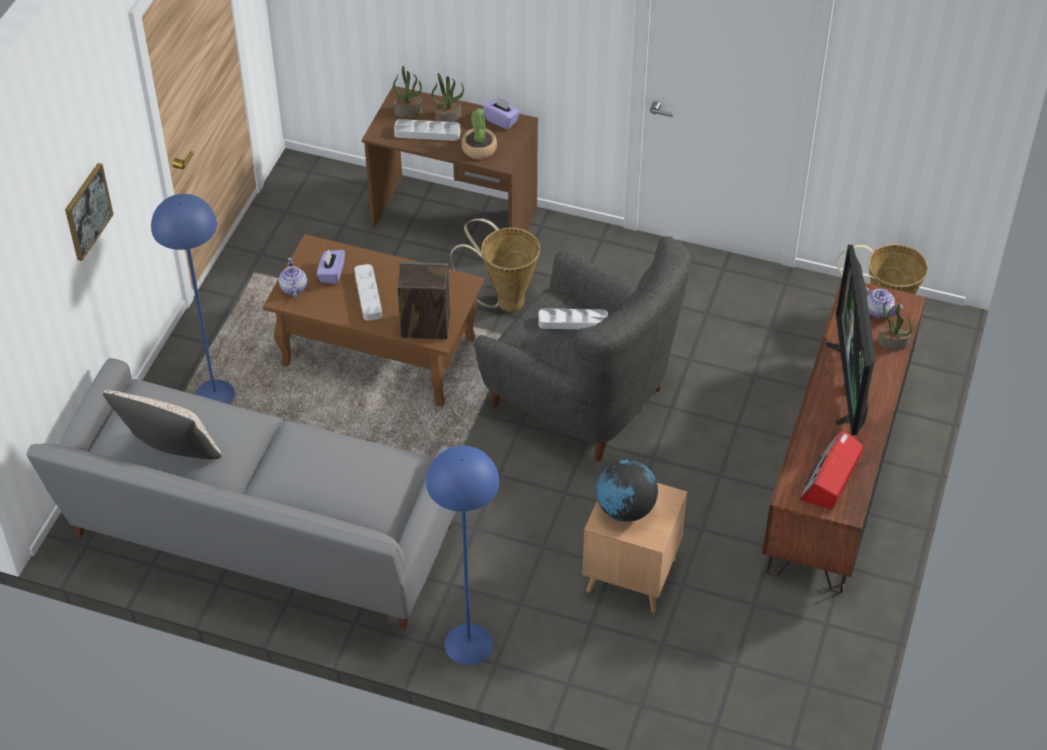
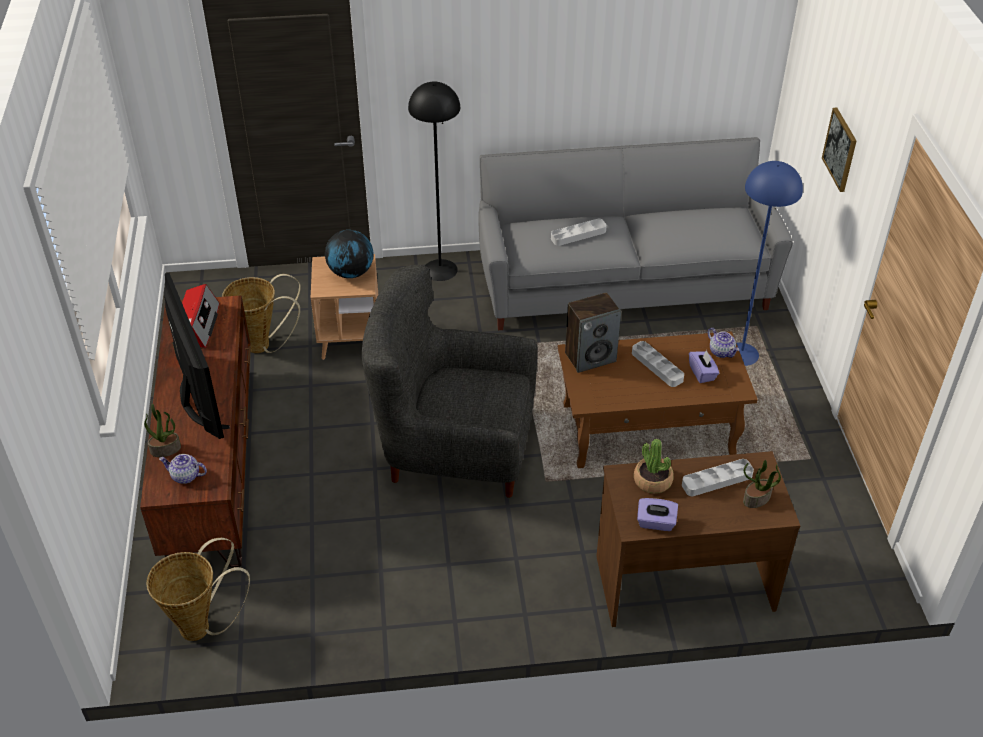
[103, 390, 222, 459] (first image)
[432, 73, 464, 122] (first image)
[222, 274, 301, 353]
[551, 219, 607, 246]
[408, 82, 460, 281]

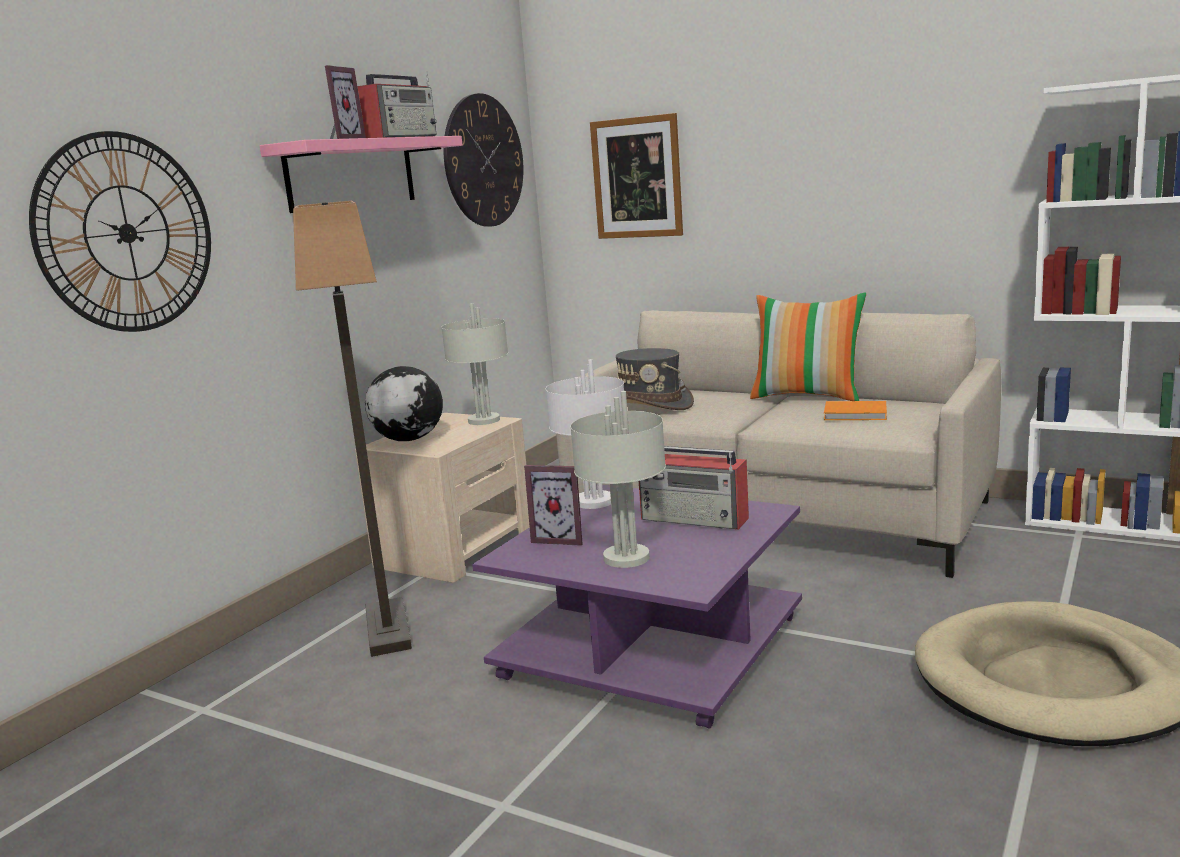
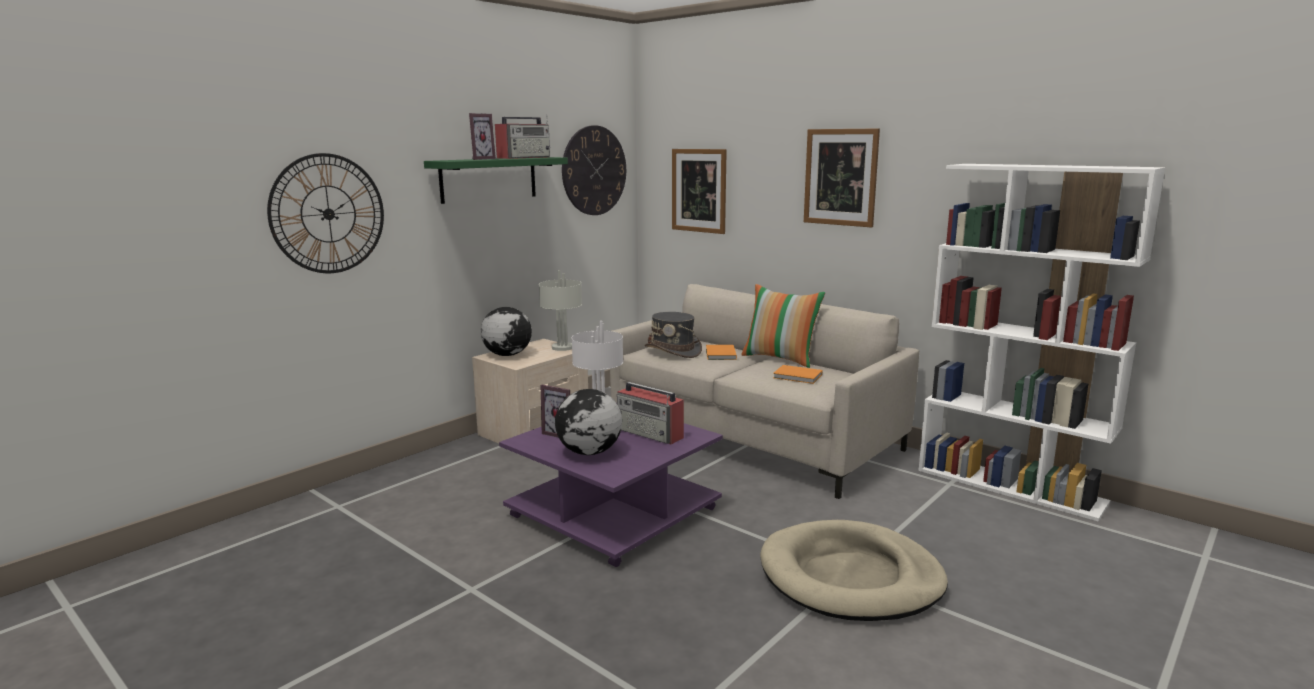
[293, 201, 412, 657] (first image)
[706, 345, 737, 360]
[804, 128, 880, 228]
[555, 389, 622, 455]
[424, 157, 568, 204]

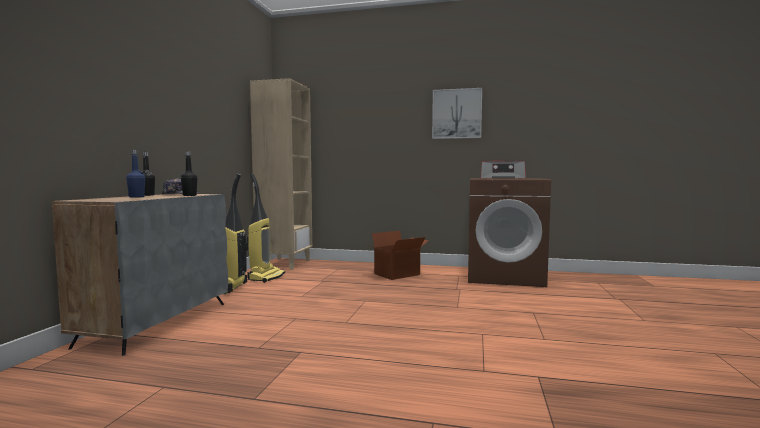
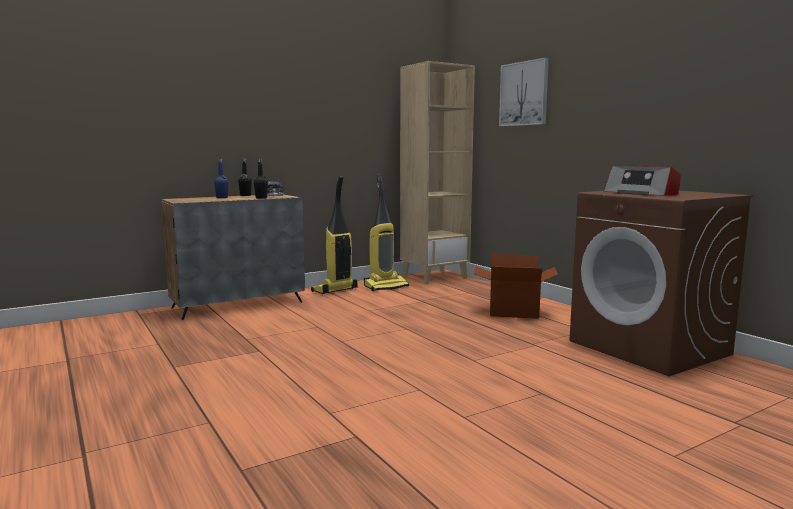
[499, 58, 549, 126]

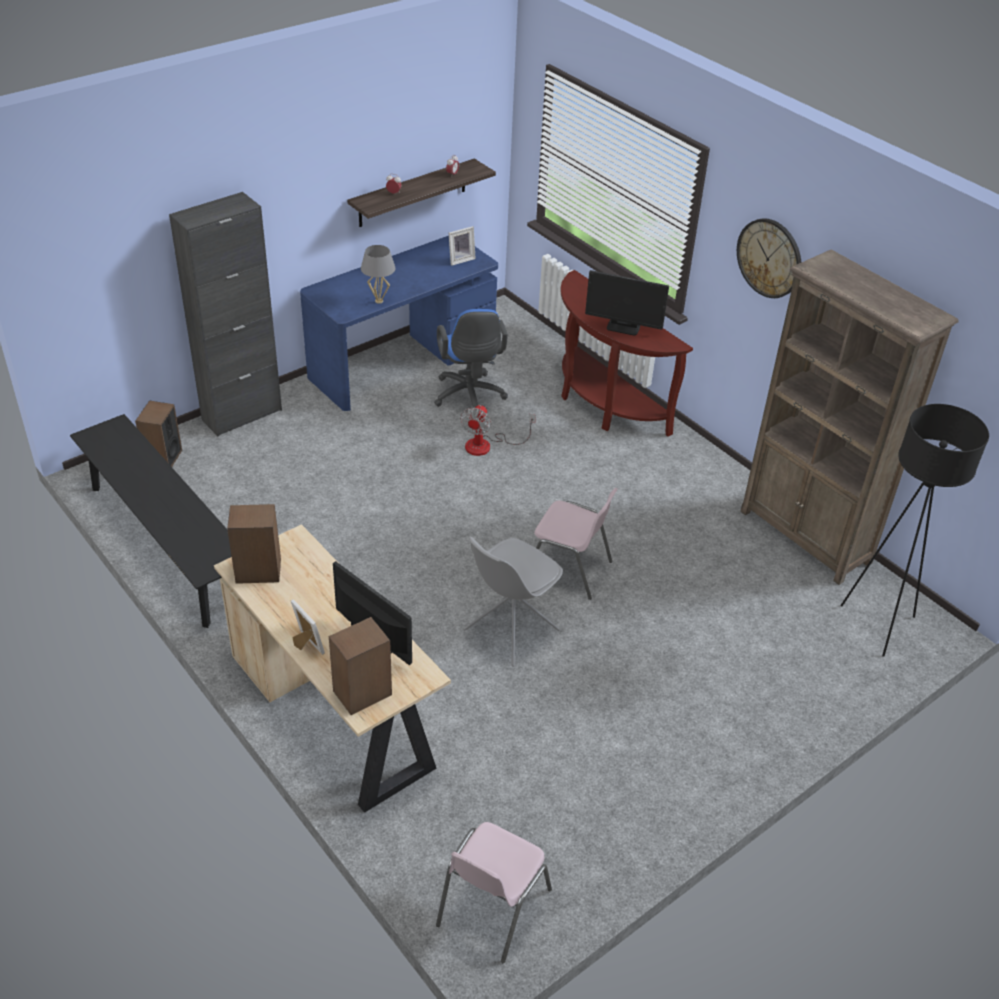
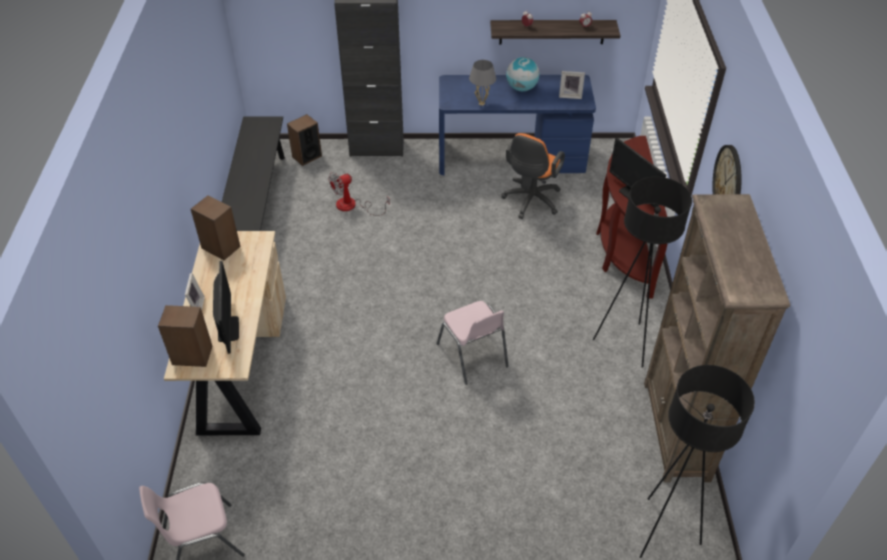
[463, 537, 563, 666] (first image)
[506, 57, 540, 91]
[593, 177, 692, 368]
[328, 172, 390, 216]
[501, 133, 565, 219]

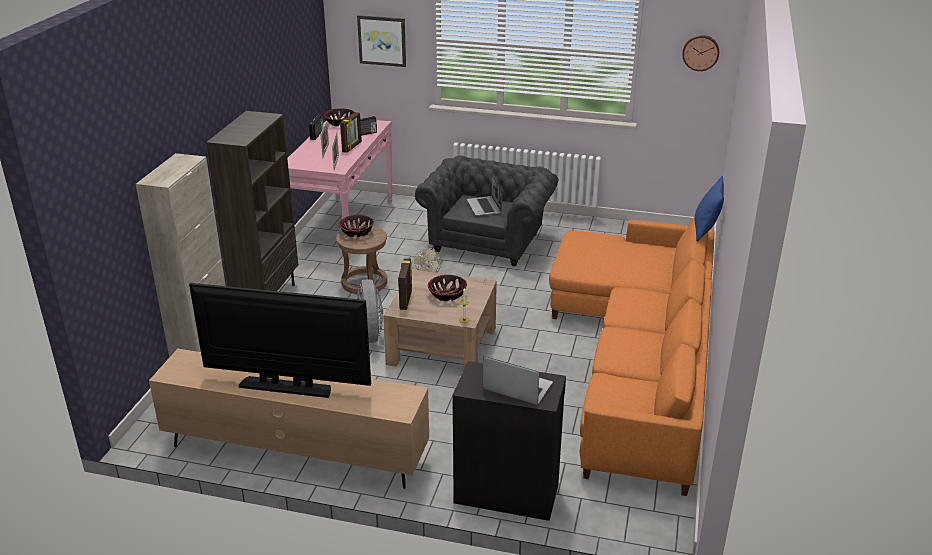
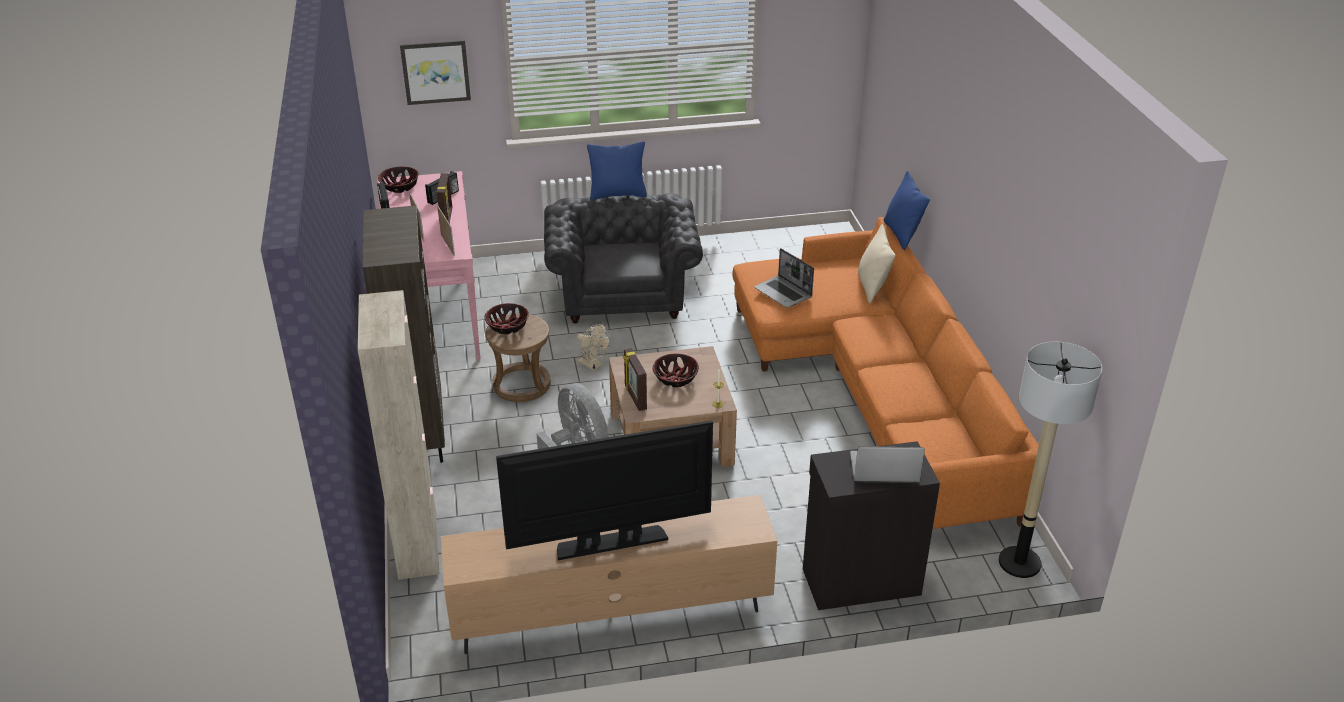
[682, 35, 719, 71] (first image)
[587, 141, 647, 200]
[858, 224, 895, 304]
[999, 342, 1102, 578]
[754, 248, 814, 308]

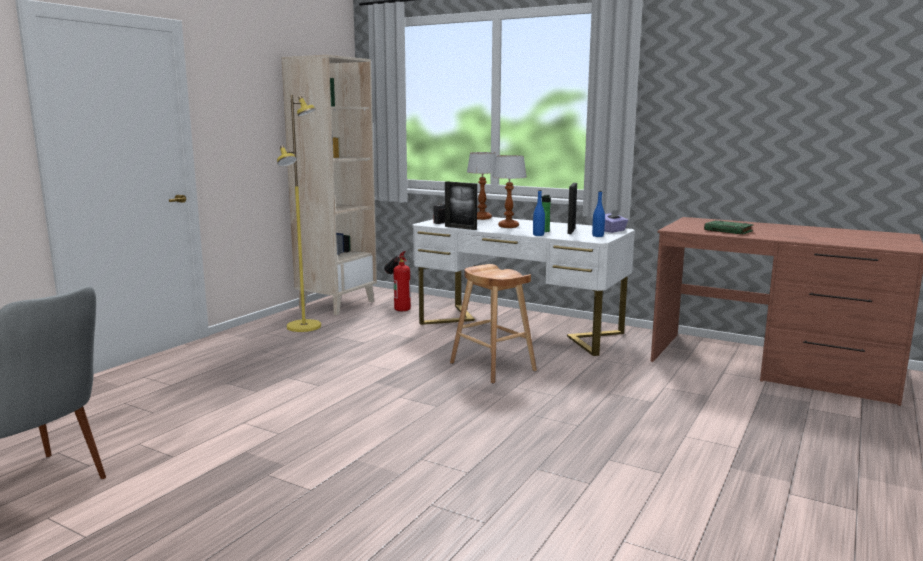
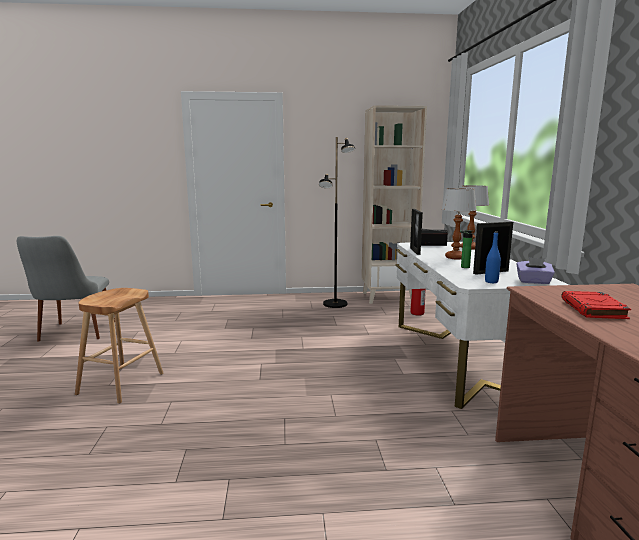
[533, 190, 545, 236] (first image)
[75, 288, 164, 404]
[319, 137, 355, 308]
[561, 291, 631, 319]

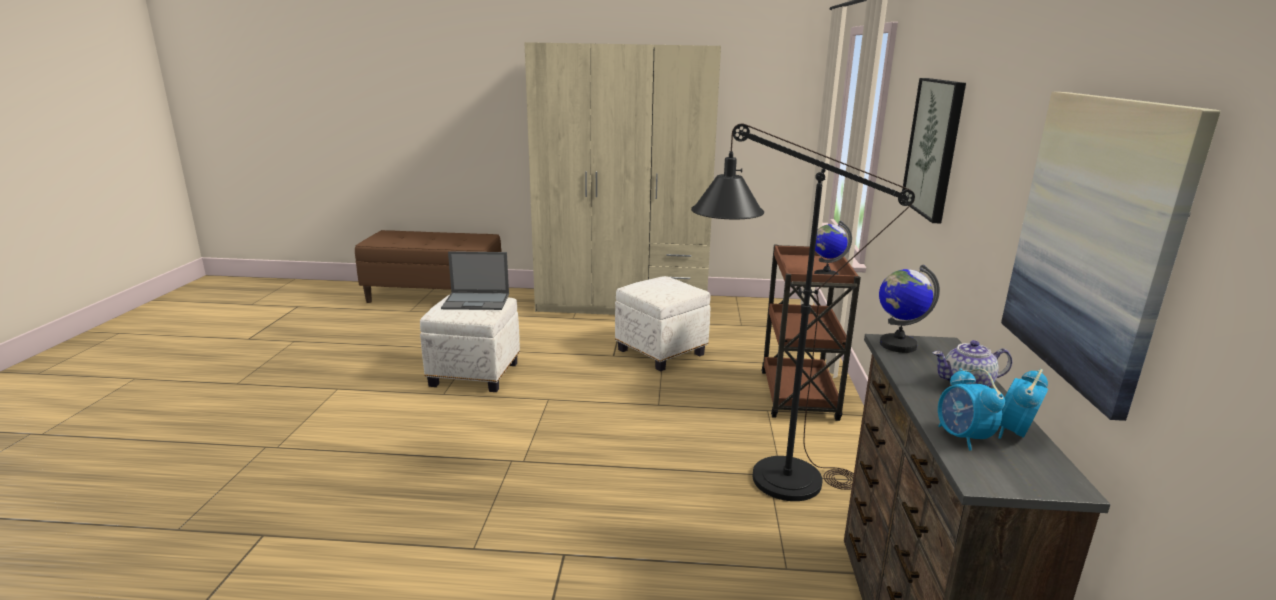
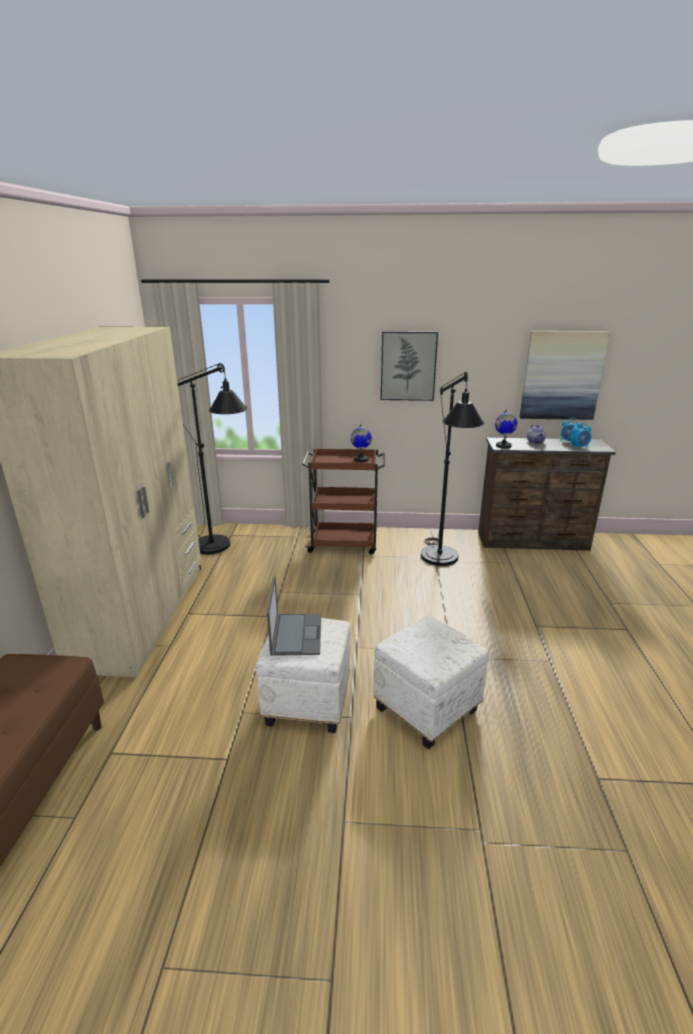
[177, 363, 247, 554]
[373, 616, 489, 749]

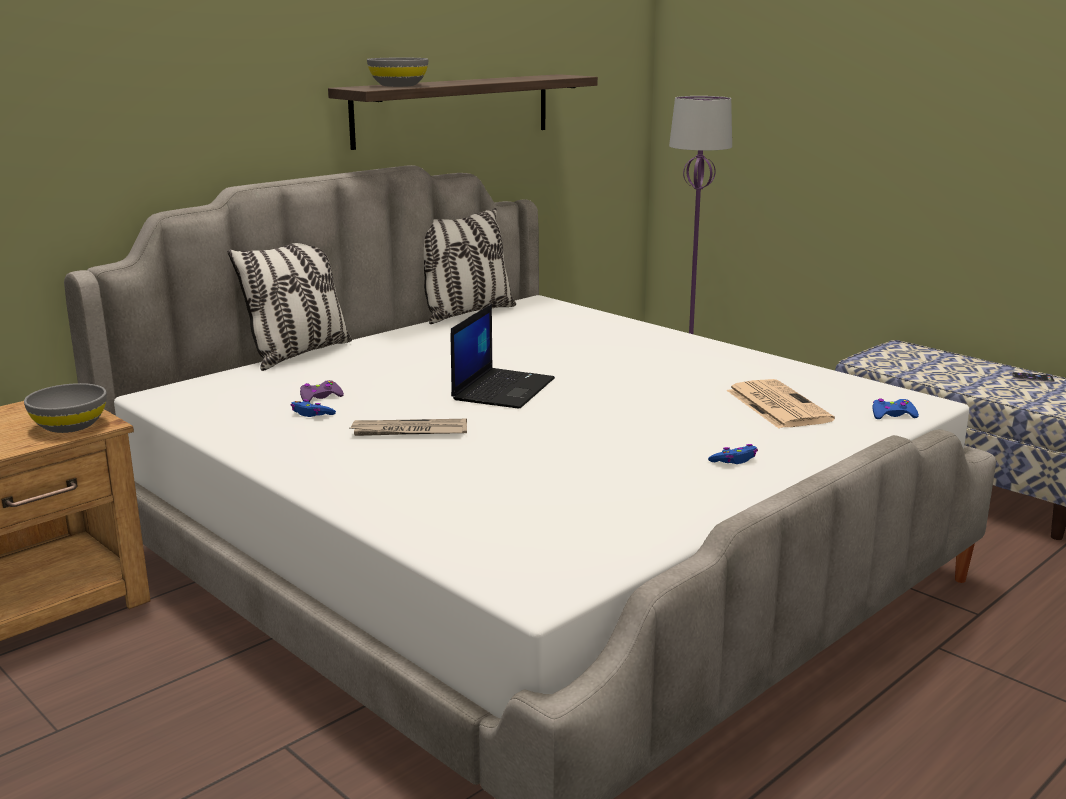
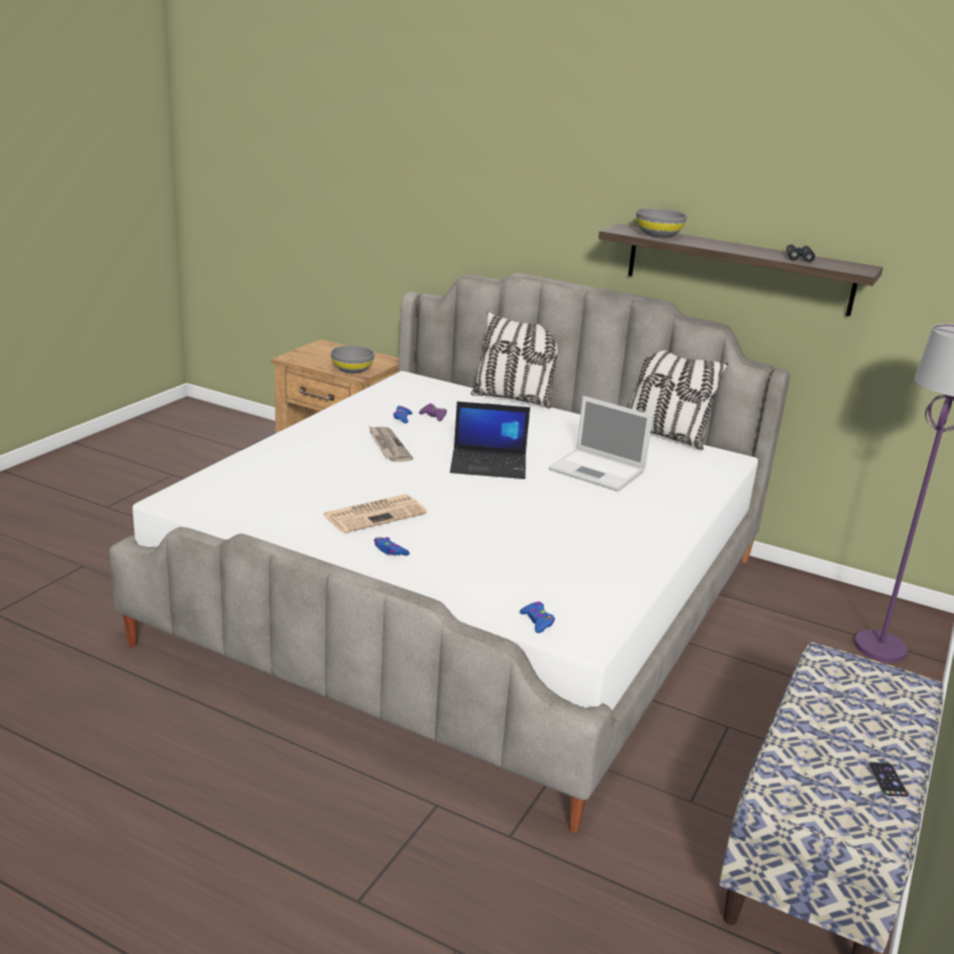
[549, 396, 653, 492]
[786, 244, 815, 262]
[323, 494, 427, 533]

